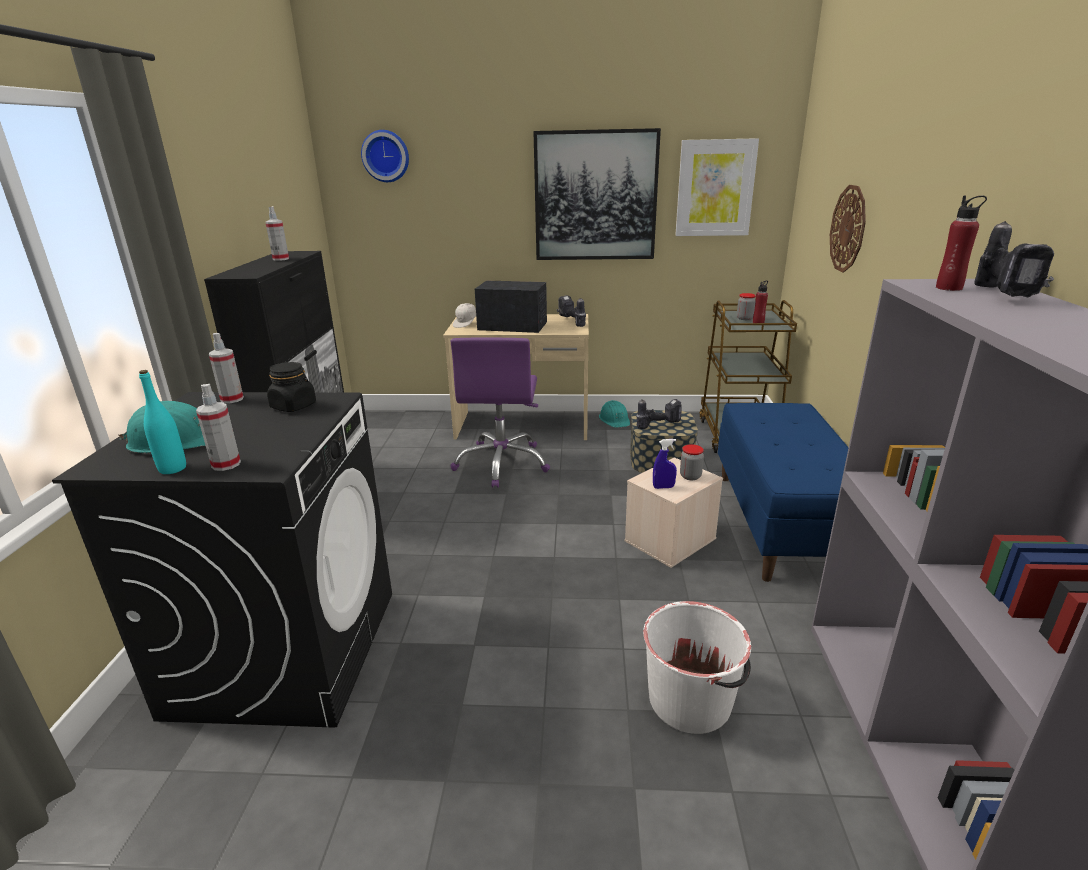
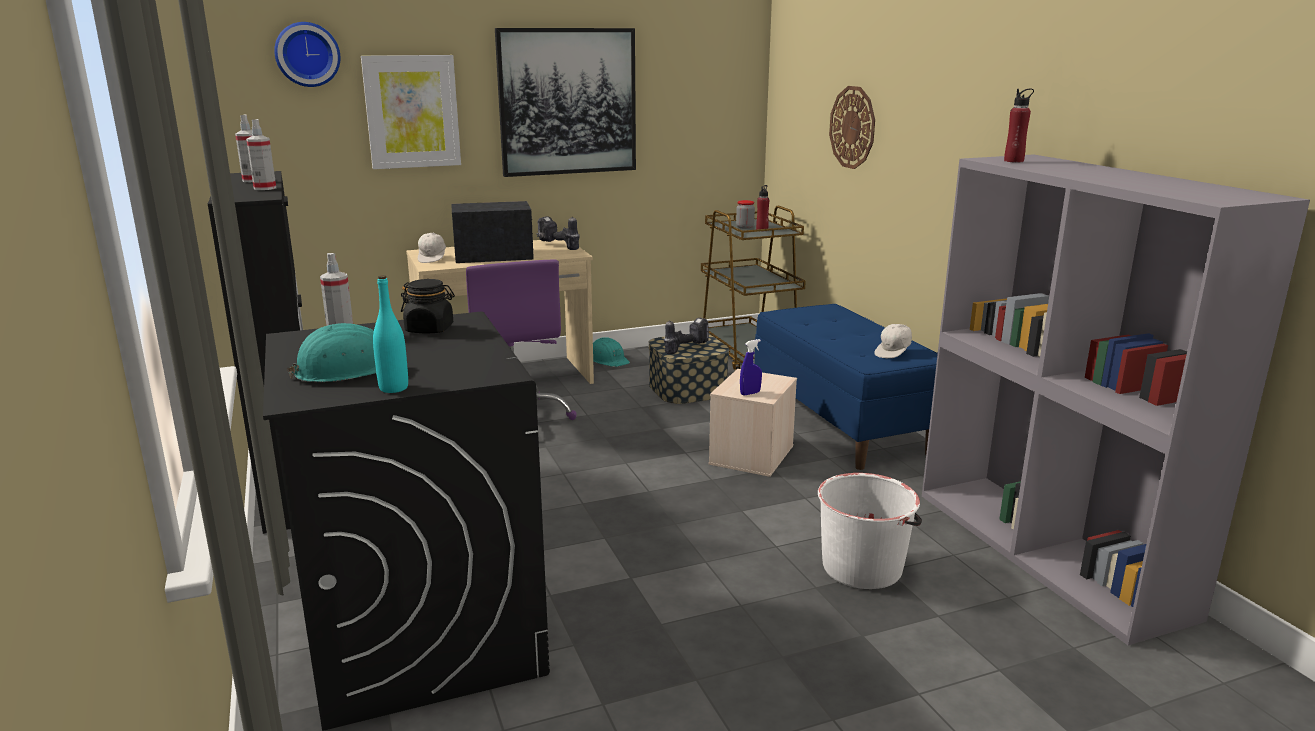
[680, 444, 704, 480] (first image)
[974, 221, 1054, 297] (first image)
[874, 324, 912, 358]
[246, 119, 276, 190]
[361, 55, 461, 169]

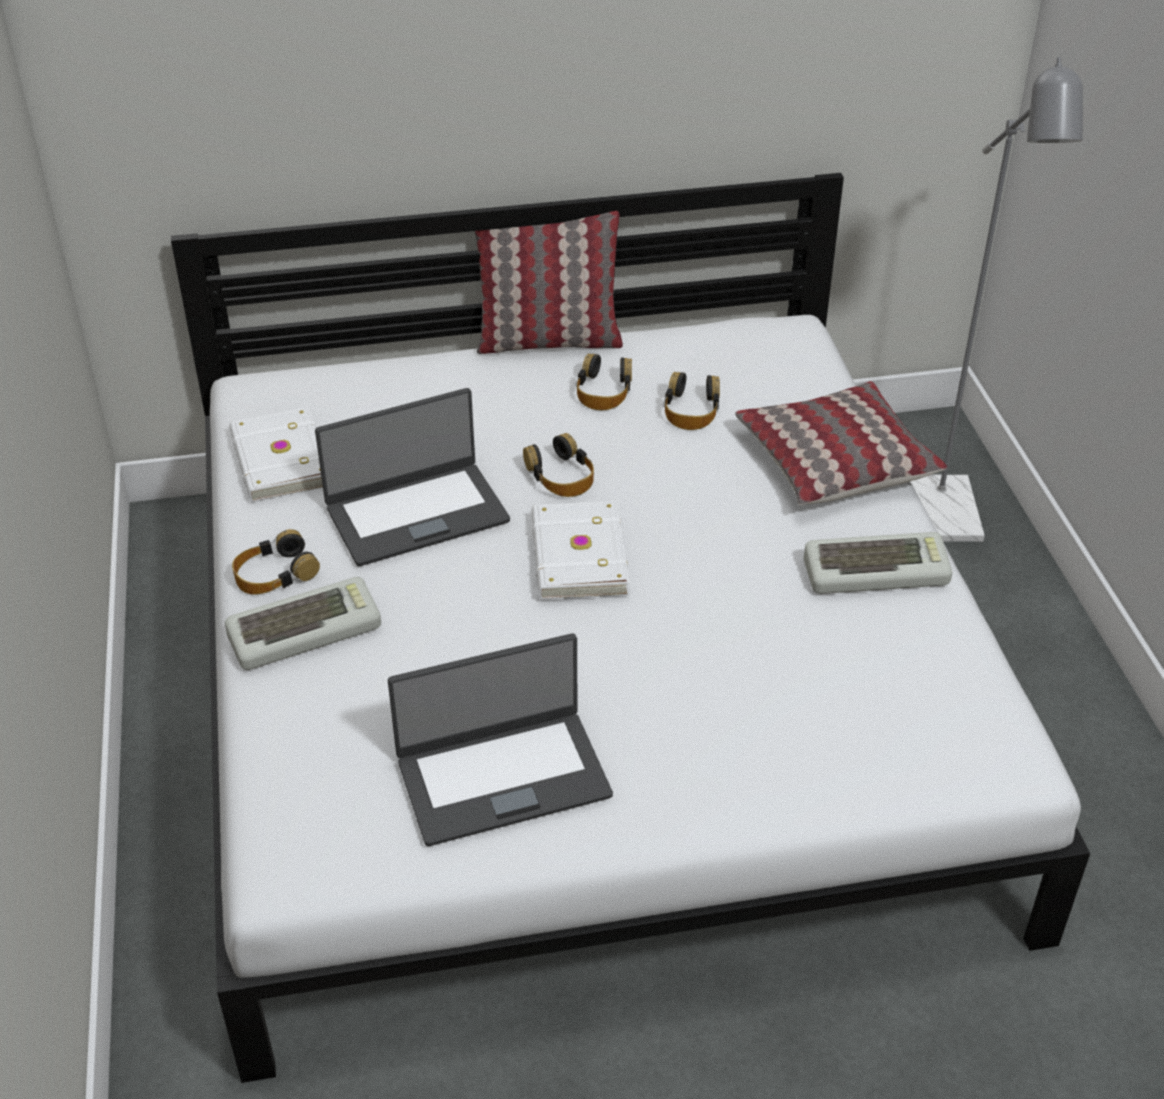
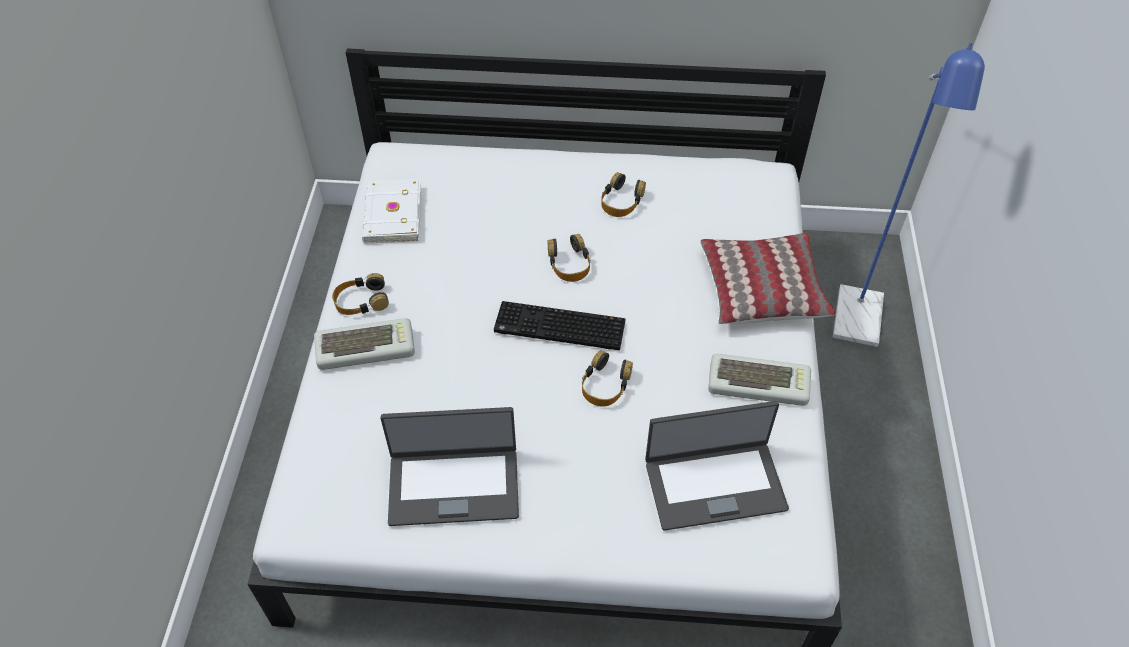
[475, 211, 623, 354] (first image)
[645, 401, 789, 530]
[582, 350, 633, 407]
[494, 301, 625, 350]
[833, 43, 985, 347]

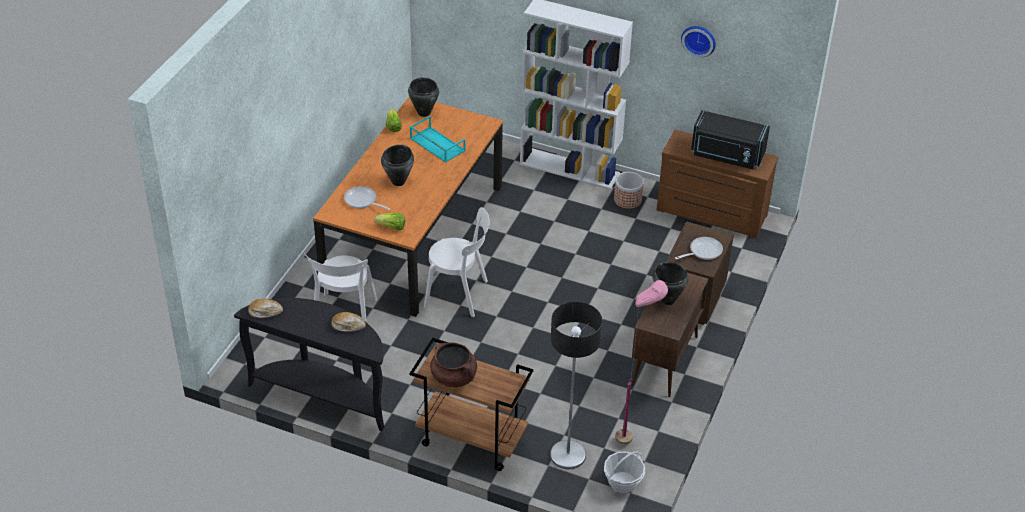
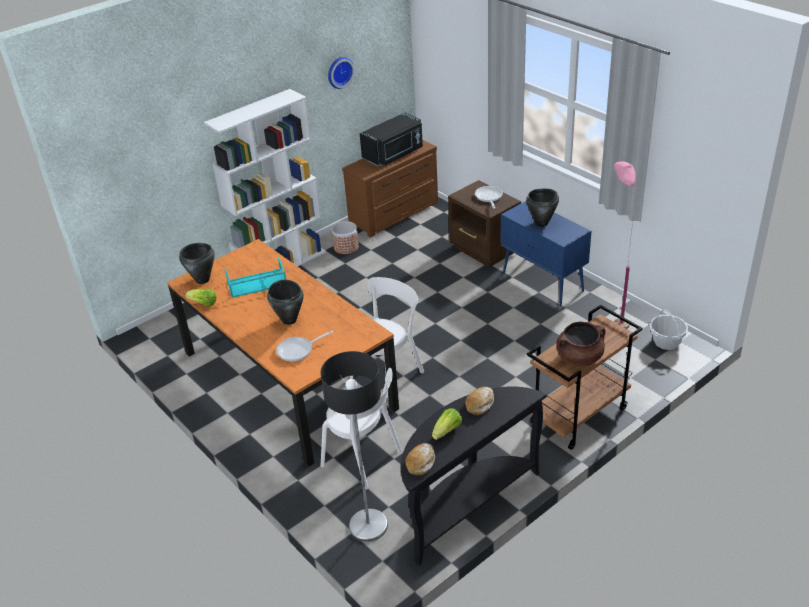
[432, 408, 462, 440]
[321, 351, 388, 542]
[501, 201, 592, 306]

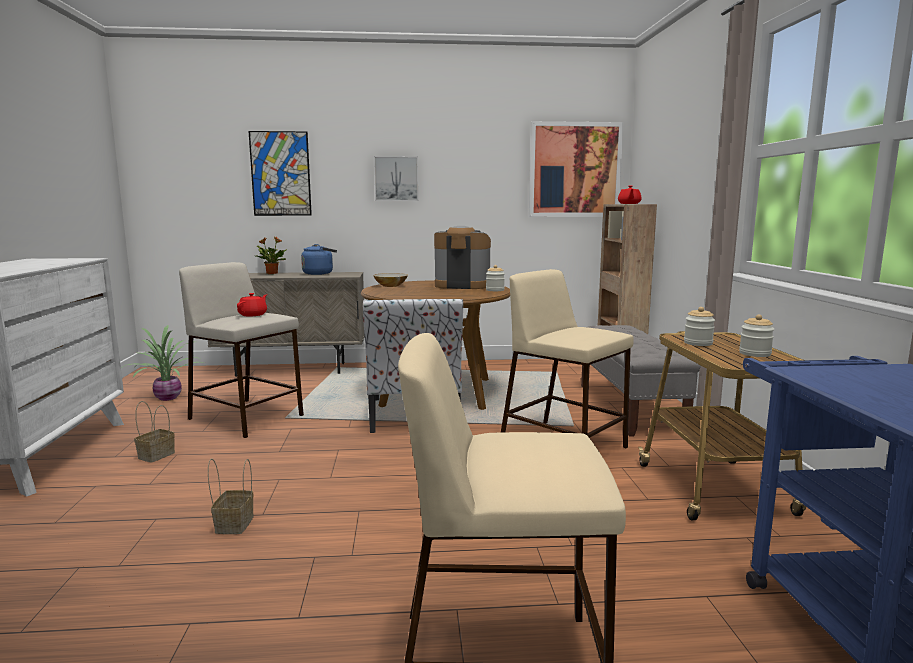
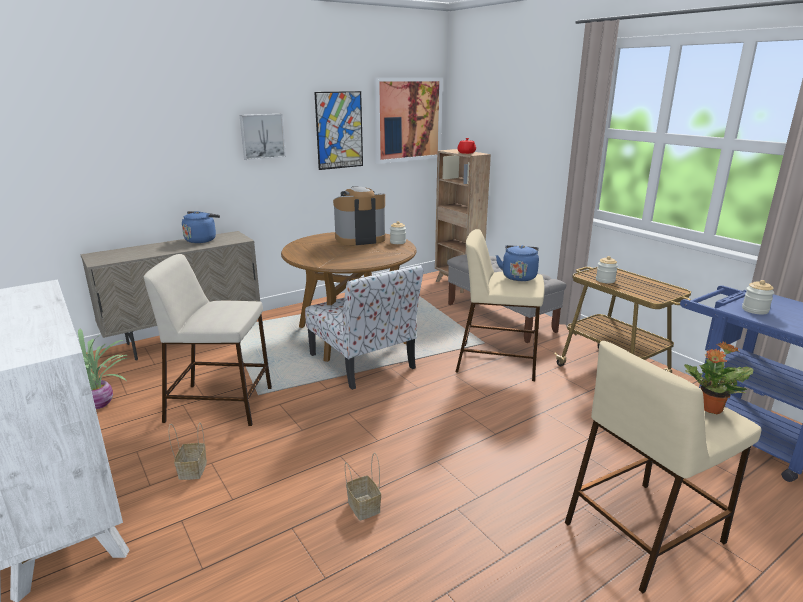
[237, 293, 267, 316] (first image)
[373, 273, 408, 287] (first image)
[496, 245, 539, 281]
[314, 91, 363, 170]
[684, 341, 753, 414]
[742, 280, 774, 315]

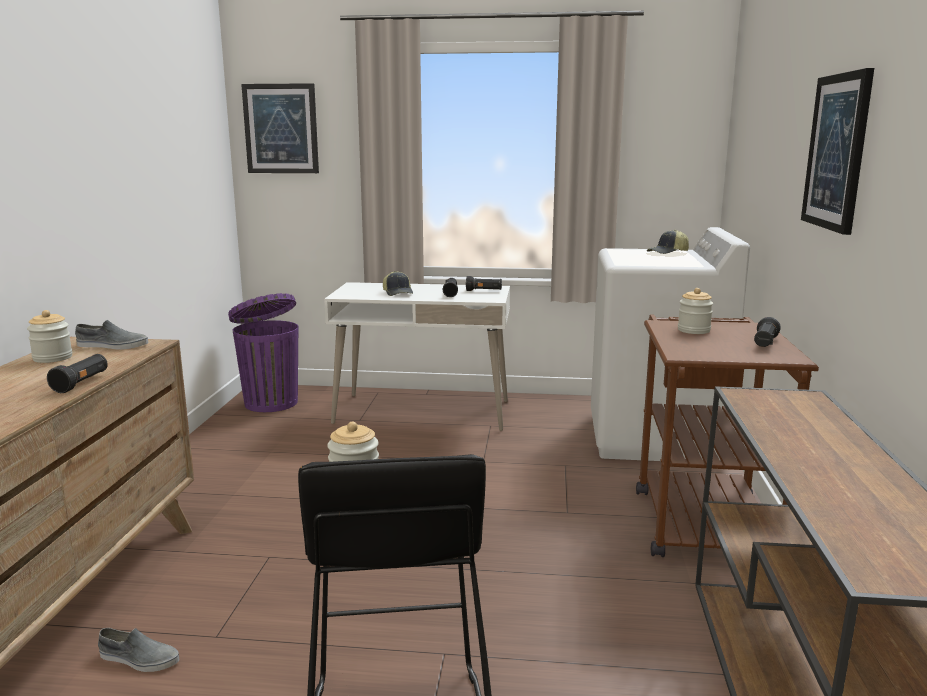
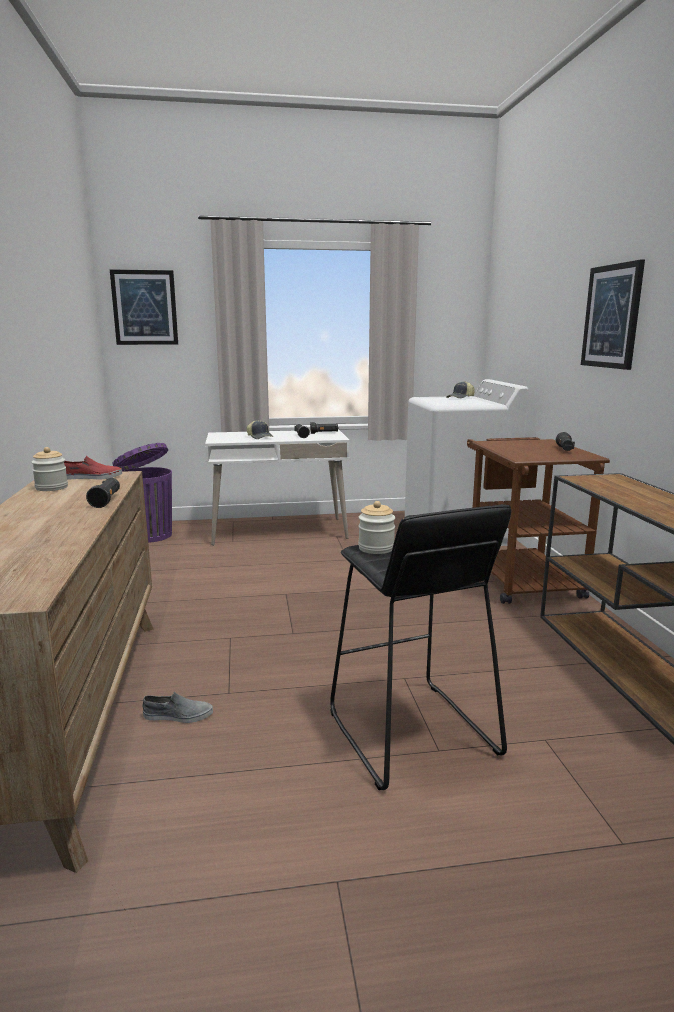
[678, 288, 713, 334] (first image)
[64, 456, 122, 480]

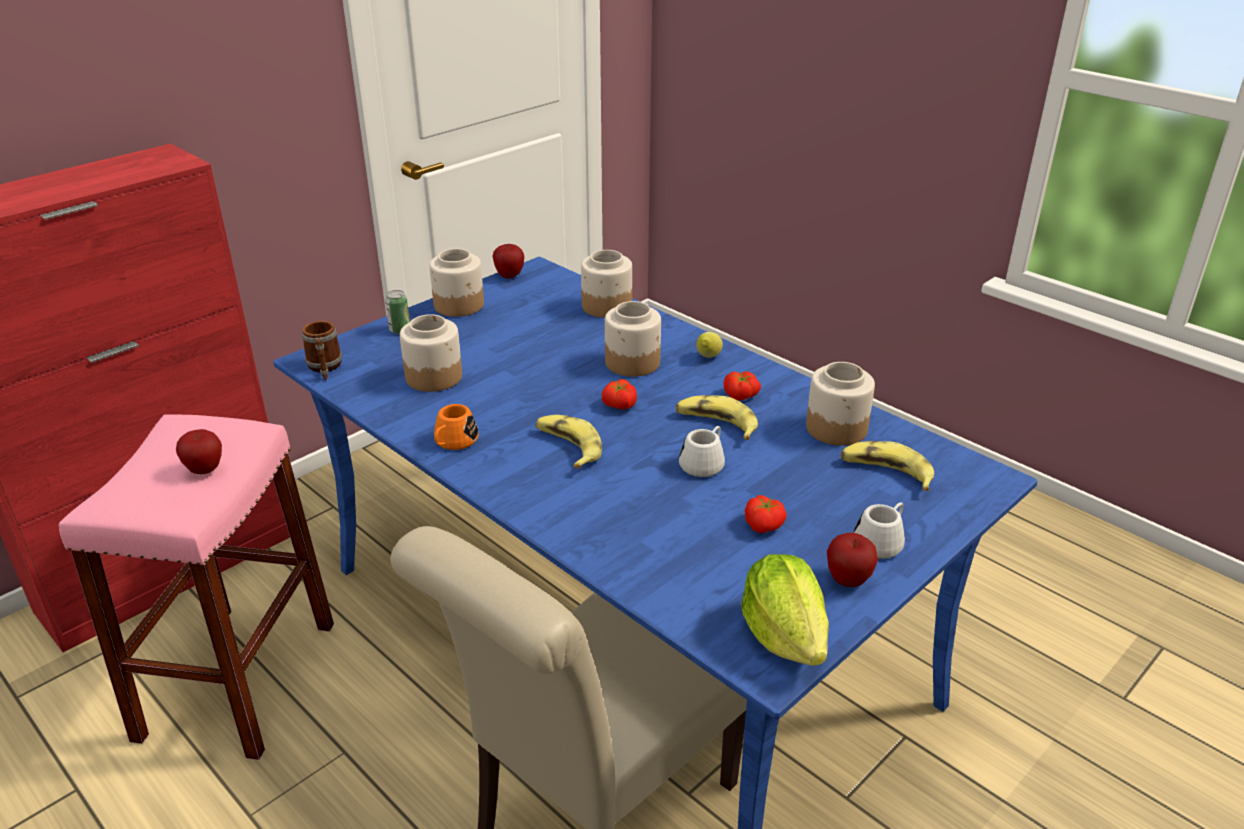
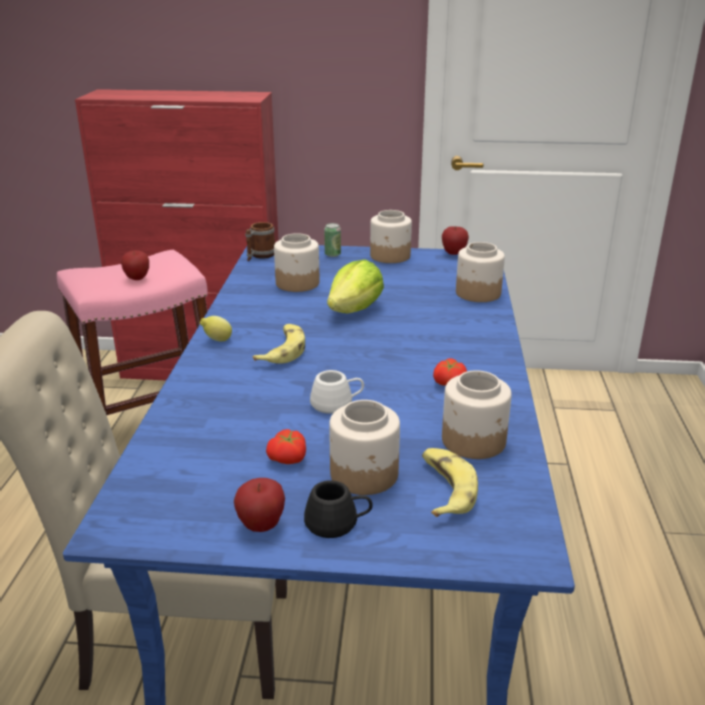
[434, 404, 479, 450] (first image)
[602, 379, 637, 409] (first image)
[676, 395, 758, 440] (first image)
[329, 400, 400, 495]
[200, 316, 232, 341]
[327, 259, 384, 313]
[304, 480, 373, 538]

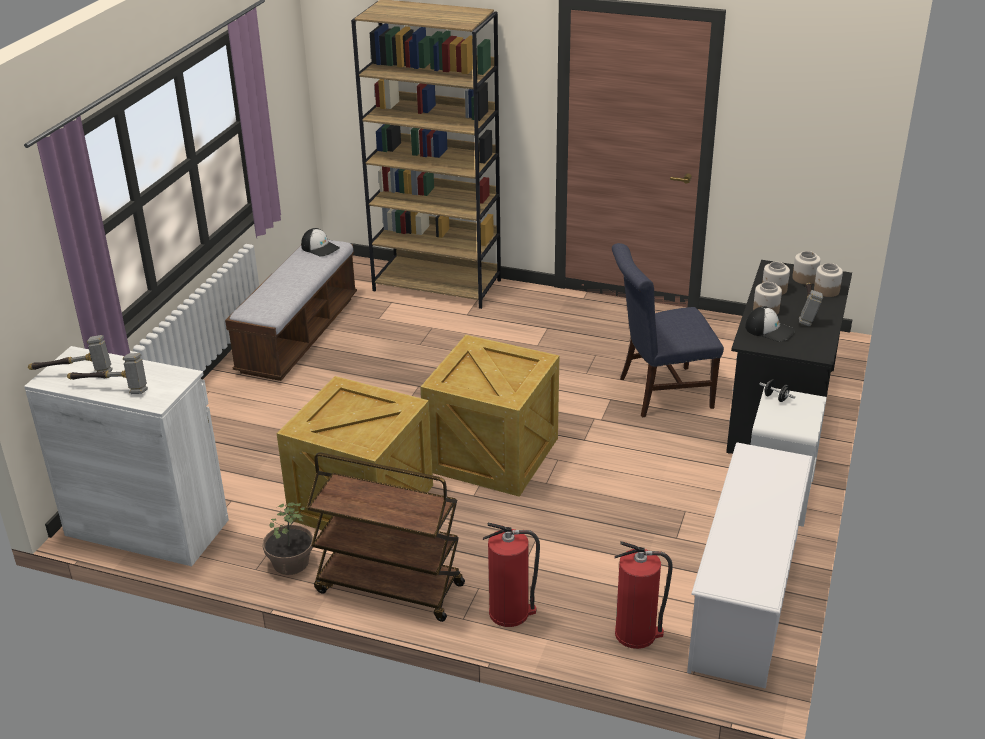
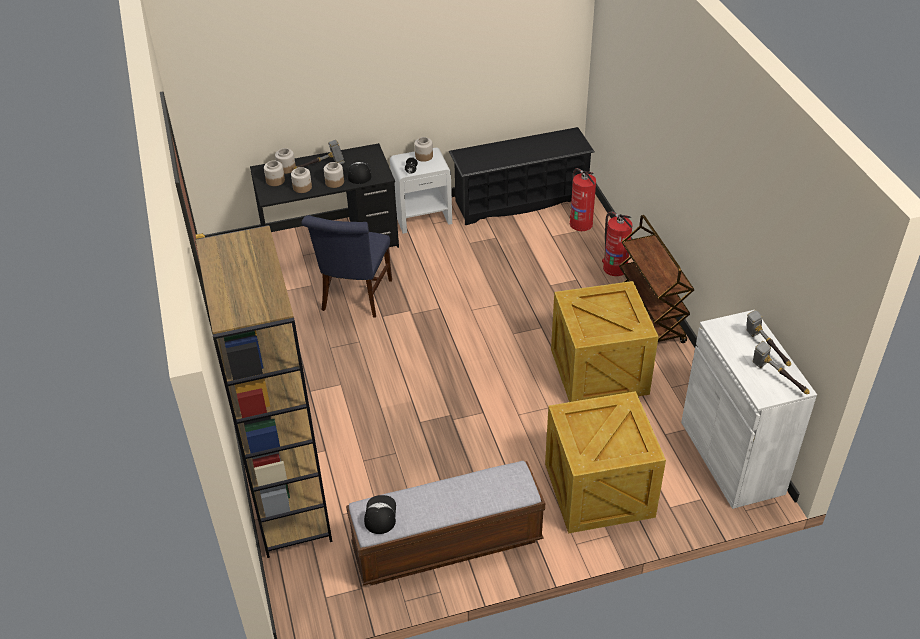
[262, 502, 313, 575] (first image)
[415, 137, 433, 162]
[545, 391, 666, 533]
[449, 127, 595, 225]
[301, 215, 392, 318]

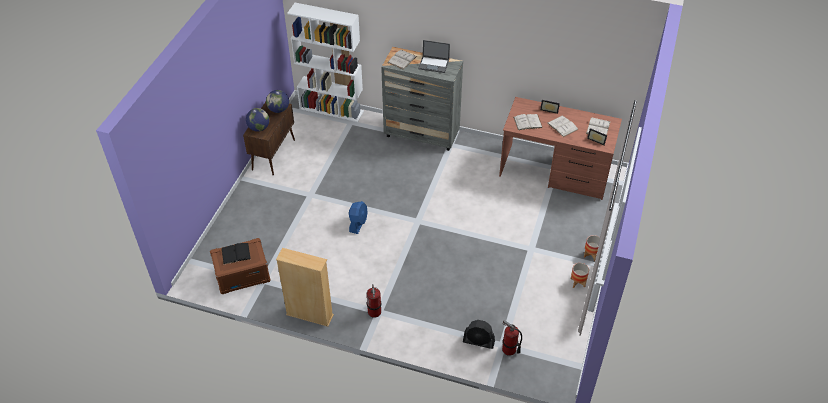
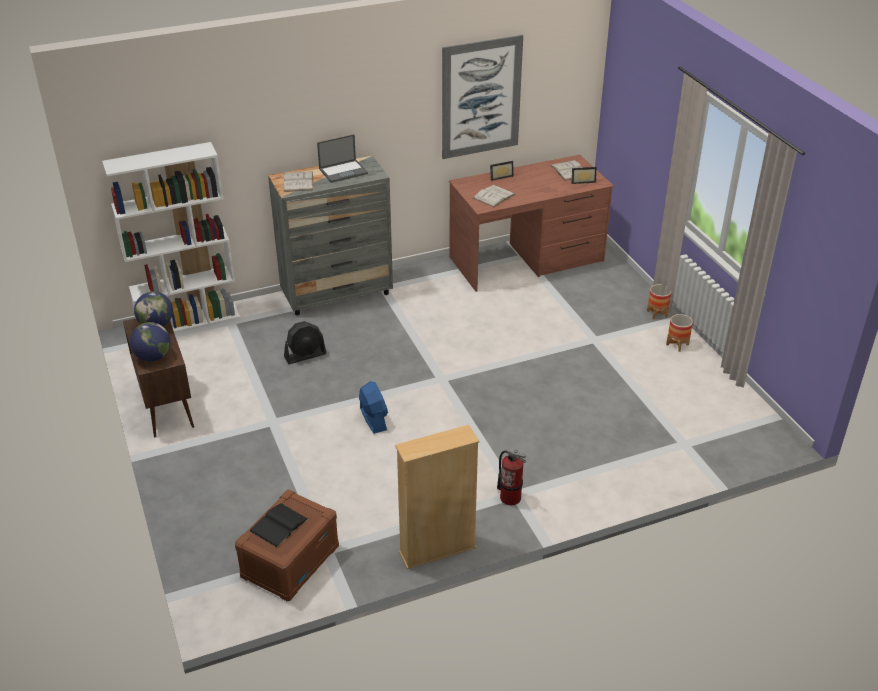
[502, 320, 522, 356] (first image)
[547, 115, 579, 137] (first image)
[442, 35, 523, 159]
[284, 321, 326, 364]

